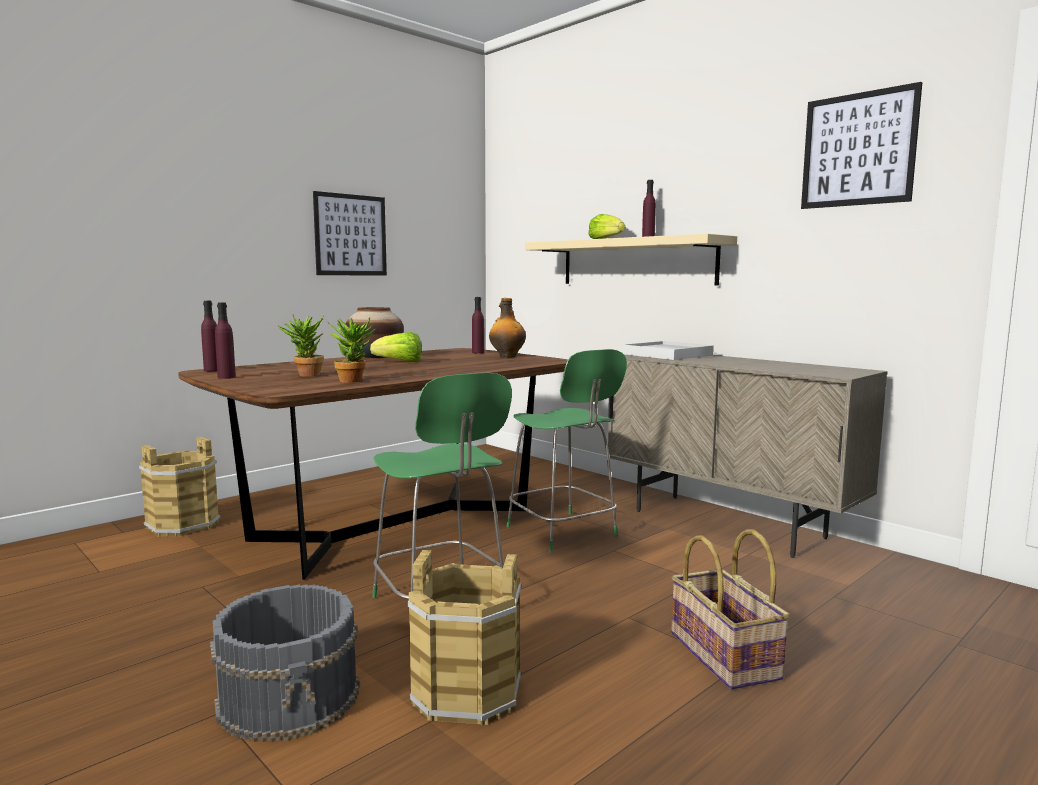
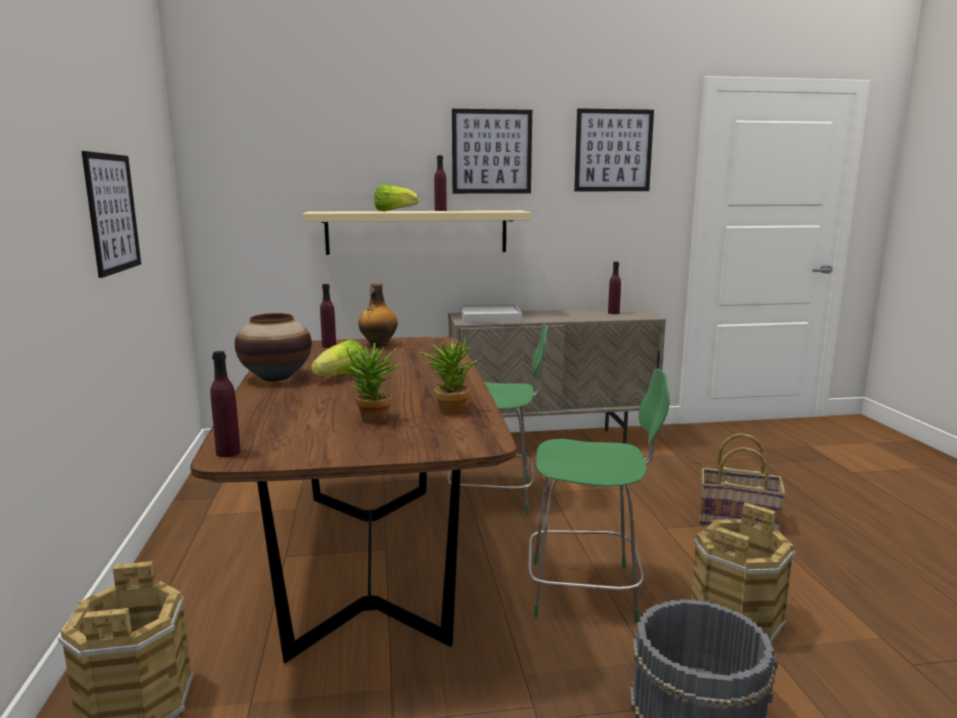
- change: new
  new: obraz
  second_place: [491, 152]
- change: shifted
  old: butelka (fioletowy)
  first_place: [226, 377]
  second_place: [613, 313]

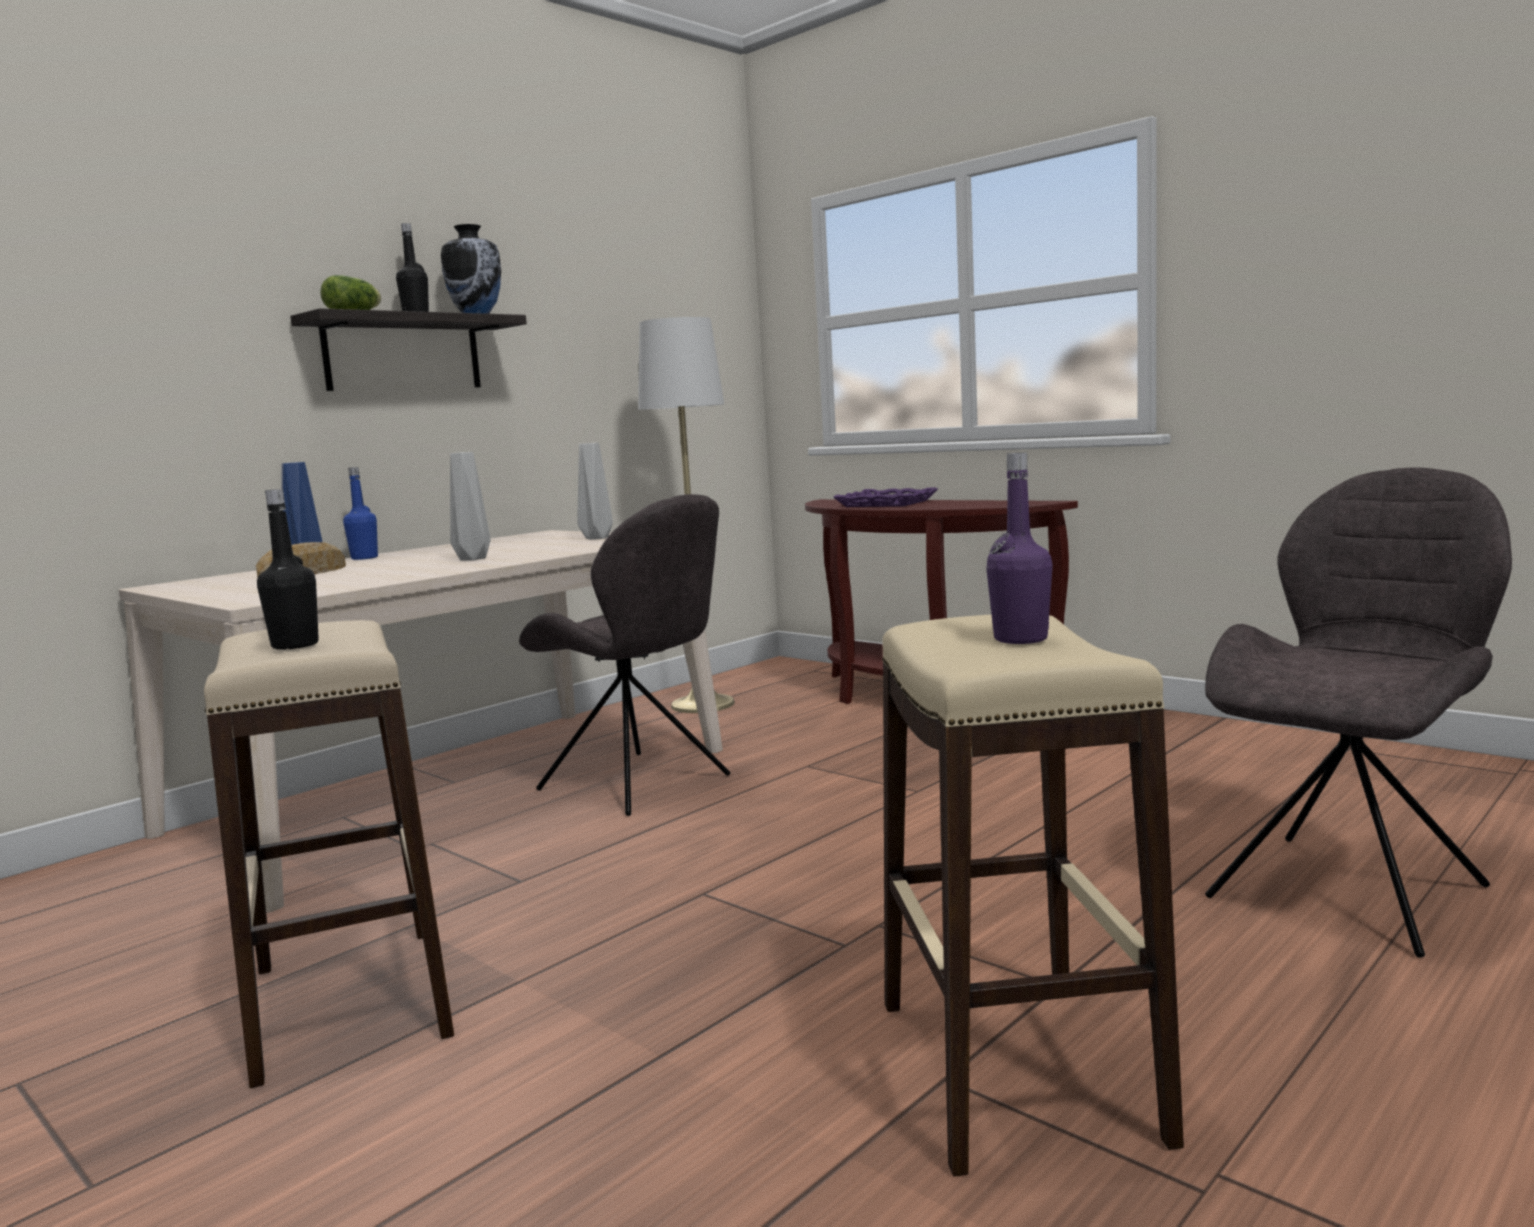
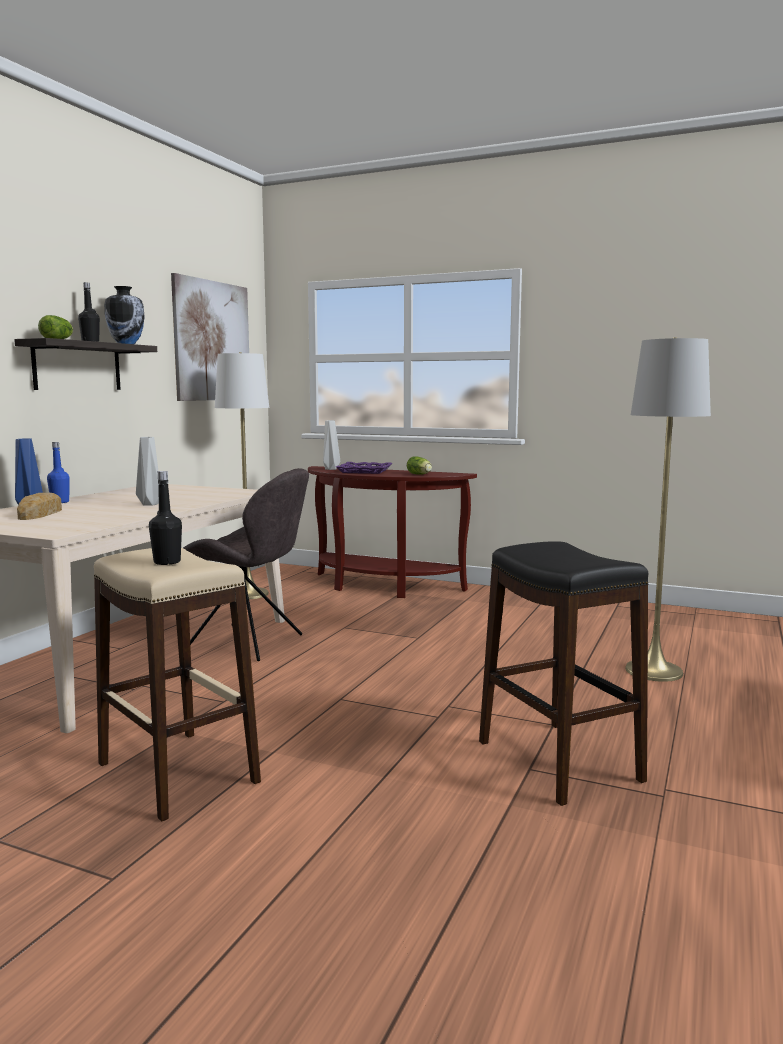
- change: new
  new: obraz
  second_place: [212, 341]
- change: shifted
  old: wazon (szary)
  first_place: [598, 538]
  second_place: [331, 469]
- change: new
  new: sałata
  second_place: [420, 474]
- change: repainted
  old: stołek (beżowy)
  new: stołek (czarny)
  first_place: [1017, 1069]
  second_place: [559, 761]
- change: swapped
  old: krzesło (szary)
  new: lampa stojąca (szary)
  first_place: [1351, 889]
  second_place: [654, 671]
- change: gone
  old: butelka (fioletowy)
  first_place: [1020, 639]

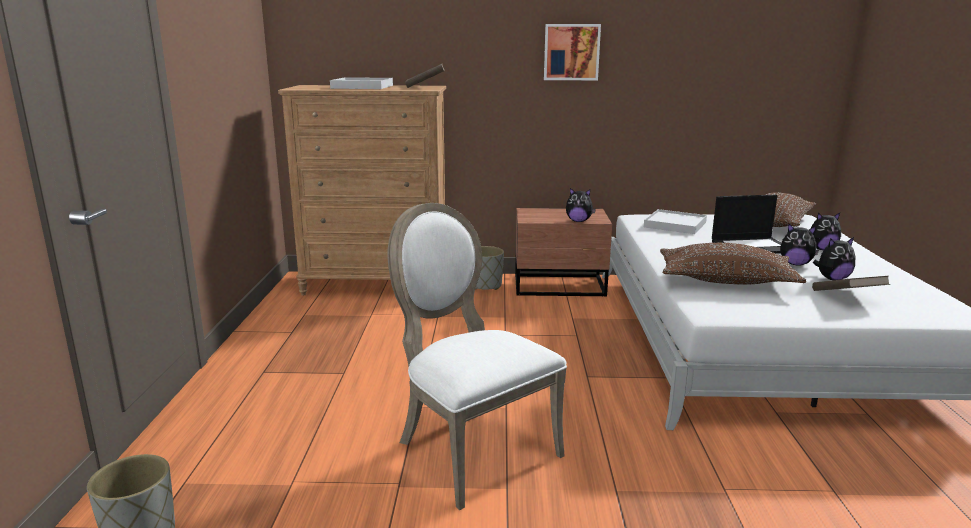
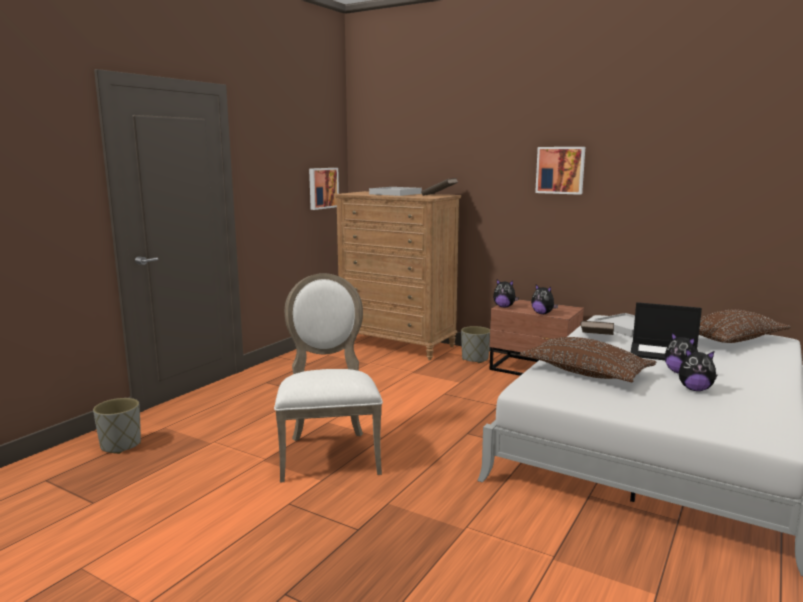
- change: new
  new: obraz
  second_place: [322, 188]
- change: shifted
  old: pluszak
  first_place: [821, 249]
  second_place: [504, 307]
- change: shifted
  old: książka (brązowy)
  first_place: [847, 297]
  second_place: [596, 338]

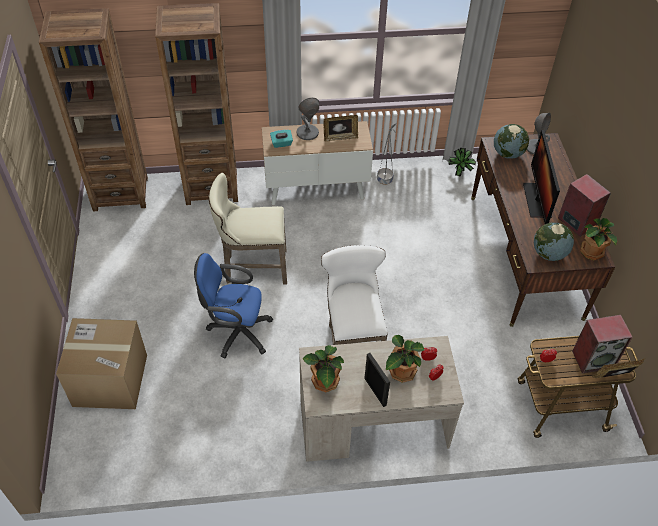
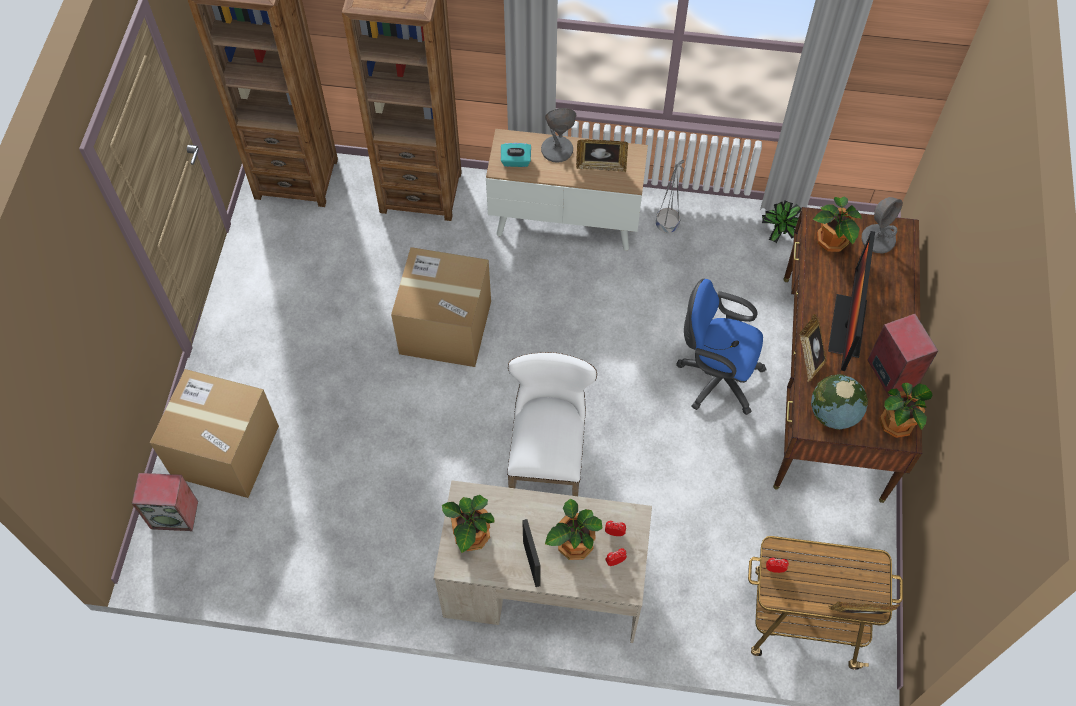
- change: shifted
  old: głośnik
  first_place: [593, 358]
  second_place: [175, 514]
- change: swapped
  old: stołek (beżowy)
  new: karton
  first_place: [252, 268]
  second_place: [445, 327]
- change: shifted
  old: krzesło biurowe (niebieski)
  first_place: [236, 332]
  second_place: [715, 377]
- change: new
  new: ramka na zdjęcie
  second_place: [809, 357]
- change: swapped
  old: globus
  new: roślina doniczkowa
  first_place: [507, 154]
  second_place: [831, 241]

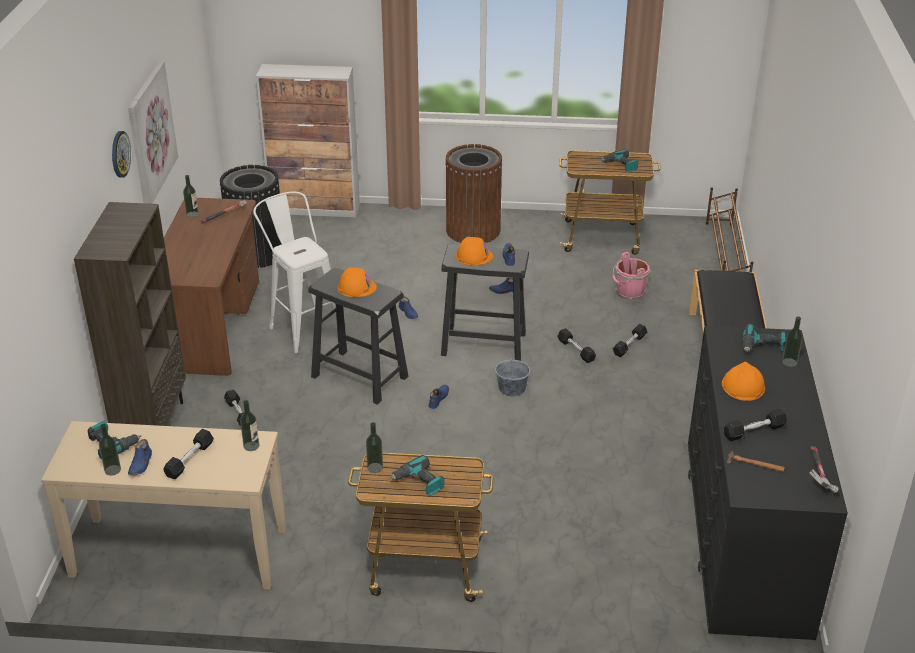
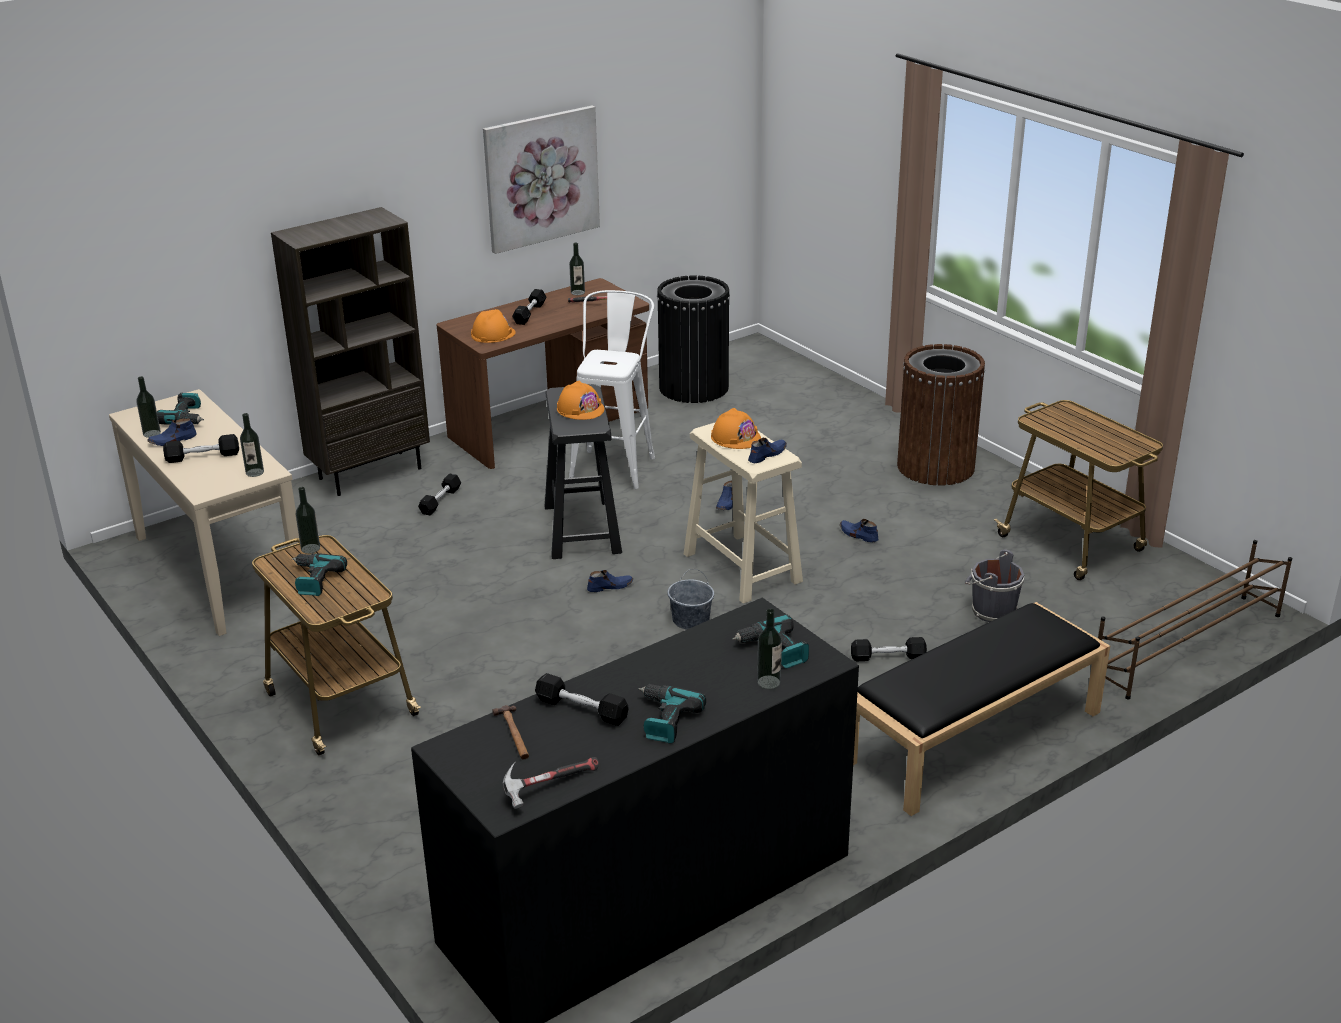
- change: shifted
  old: kask (pomarańczowy)
  first_place: [743, 386]
  second_place: [493, 334]
- change: shifted
  old: hantel (czarny)
  first_place: [576, 350]
  second_place: [529, 314]
- change: shifted
  old: wiertarka
  first_place: [620, 166]
  second_place: [664, 720]
- change: repainted
  old: stołek (czarny)
  new: stołek (beżowy)
  first_place: [483, 344]
  second_place: [742, 567]
- change: repainted
  old: wiadro (różowy)
  new: wiadro (szary)
  first_place: [629, 293]
  second_place: [991, 611]
- change: gone
  old: zegar ścienny
  first_place: [119, 154]
- change: gone
  old: szafka
  first_place: [315, 208]

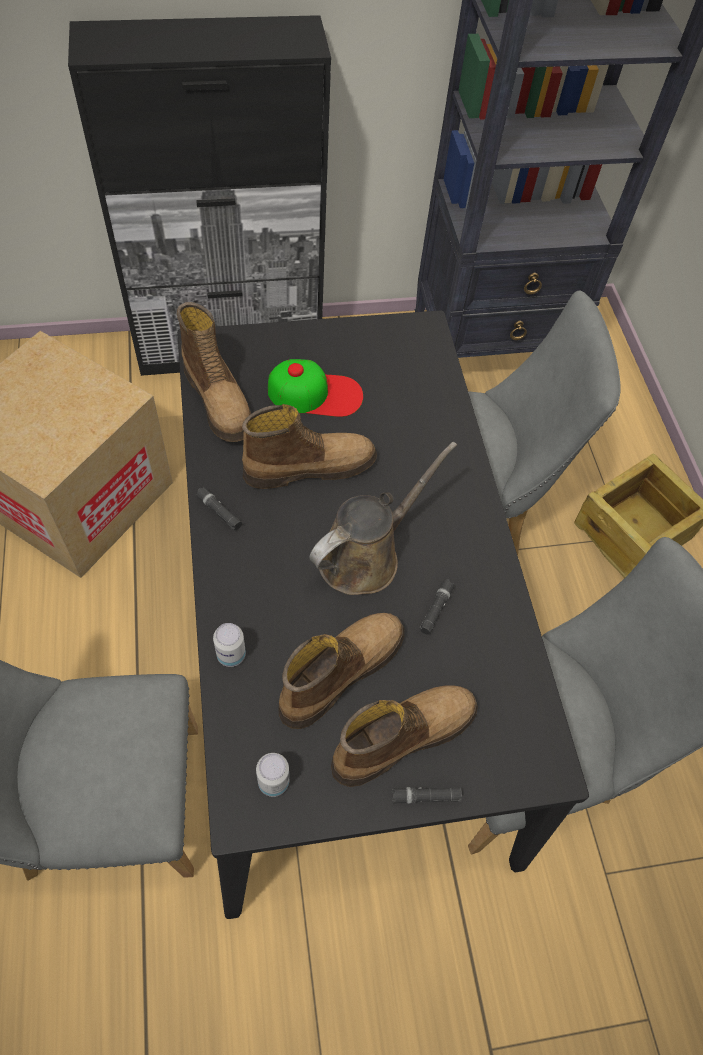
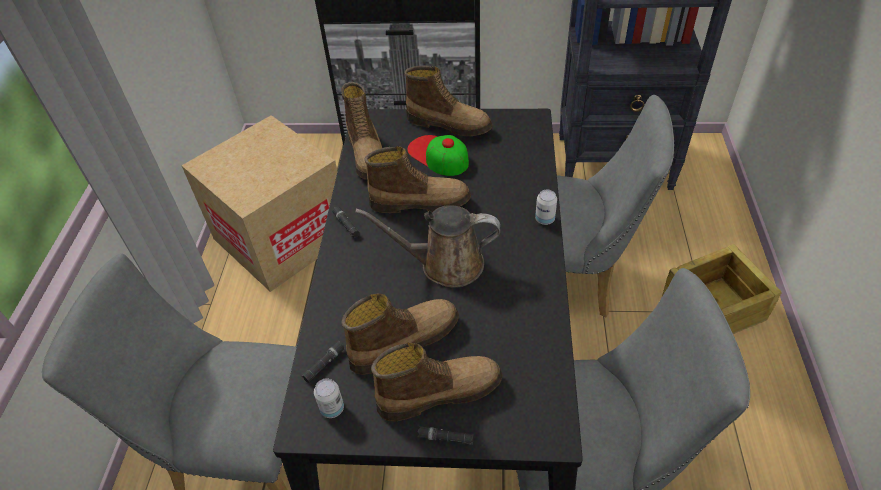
- change: shifted
  old: latarka (czarny)
  first_place: [436, 609]
  second_place: [324, 364]
- change: rotated
  old: konewka (brązowy)
  first_place: [365, 555]
  second_place: [445, 264]
  degrees: -150
- change: new
  new: but z cholewką
  second_place: [449, 124]
- change: rotated
  old: czapka z daszkiem
  first_place: [315, 393]
  second_place: [438, 155]
  degrees: -150
- change: shifted
  old: puszka
  first_place: [231, 655]
  second_place: [544, 219]

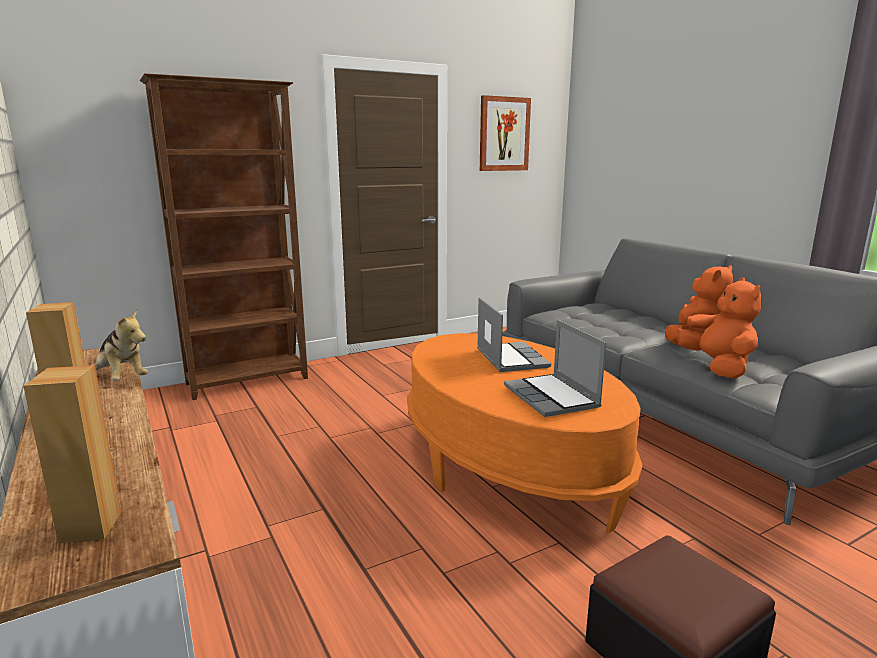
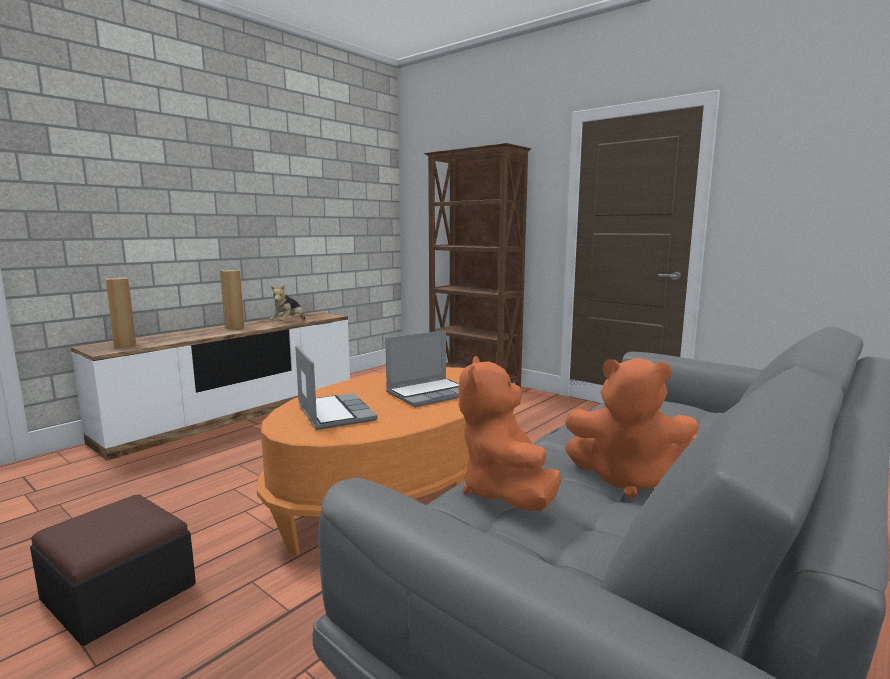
- change: rotated
  old: laptop
  first_place: [552, 397]
  second_place: [334, 413]
  degrees: 105
- change: rotated
  old: pluszak (pomarańczowy)
  first_place: [717, 367]
  second_place: [506, 493]
  degrees: 120
- change: gone
  old: obraz
  first_place: [504, 134]

